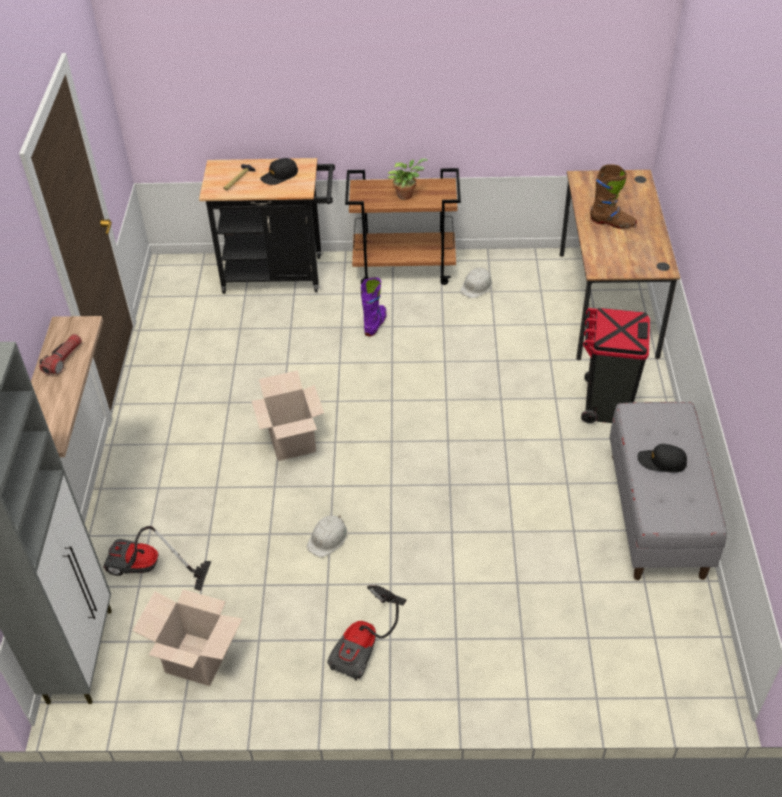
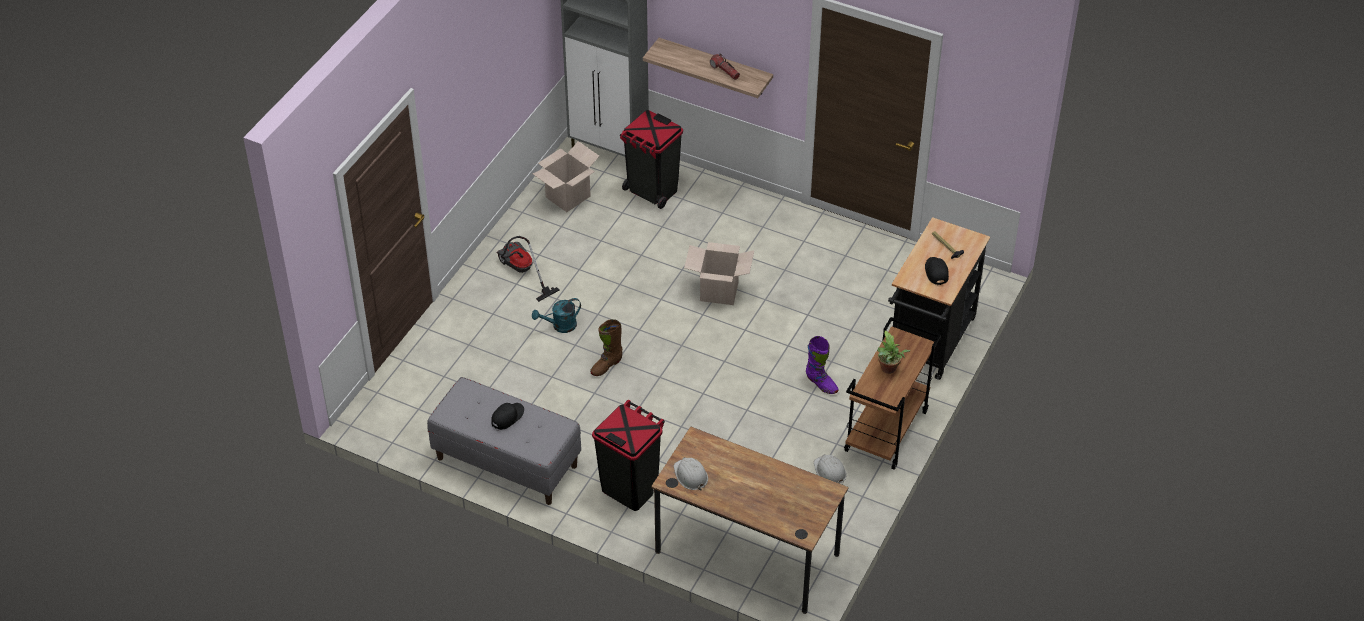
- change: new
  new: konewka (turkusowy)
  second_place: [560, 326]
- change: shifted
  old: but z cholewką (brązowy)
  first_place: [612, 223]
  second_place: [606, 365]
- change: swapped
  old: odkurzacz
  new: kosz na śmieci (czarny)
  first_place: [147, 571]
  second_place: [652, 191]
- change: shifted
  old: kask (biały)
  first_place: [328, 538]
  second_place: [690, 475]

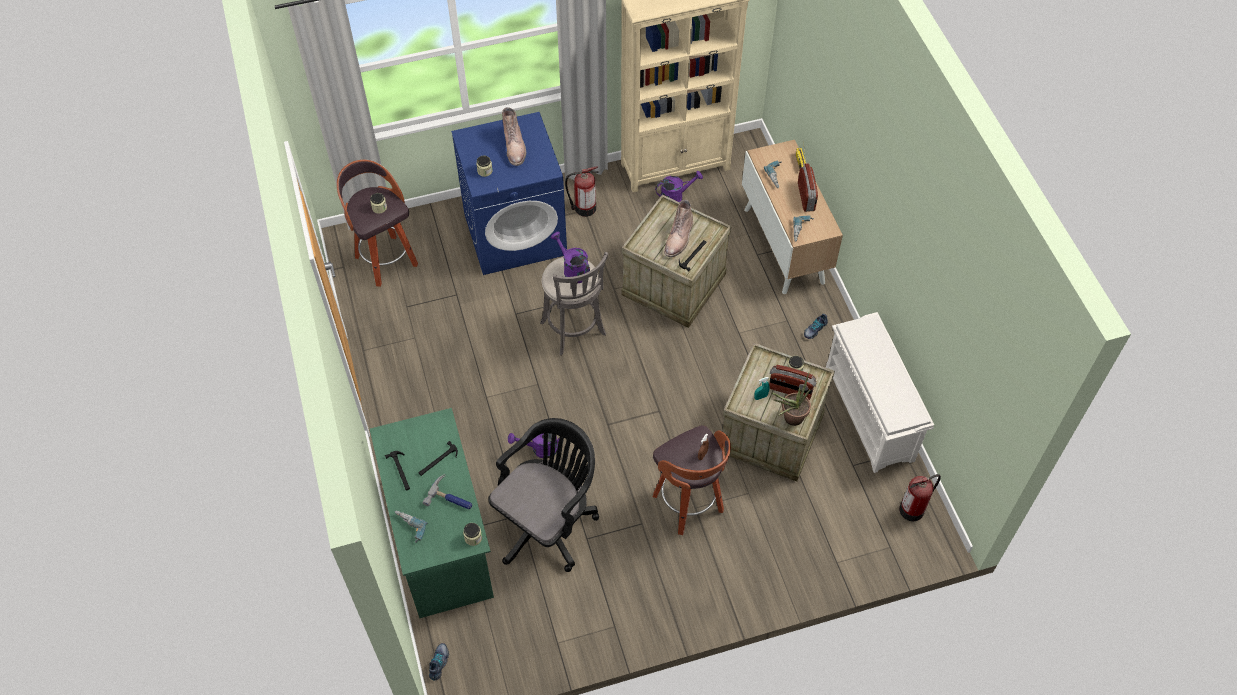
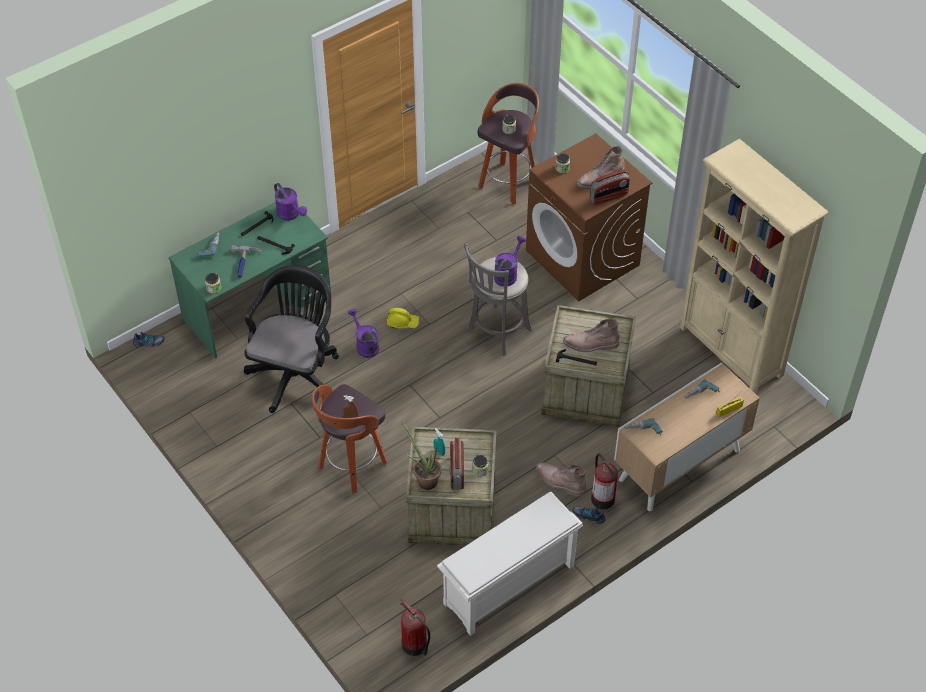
- change: rotated
  old: krzesło biurowe (czarny)
  first_place: [548, 522]
  second_place: [296, 372]
  degrees: -90
- change: shifted
  old: konewka (fioletowy)
  first_place: [675, 197]
  second_place: [291, 215]
- change: new
  new: kask (żółty)
  second_place: [402, 322]
- change: repainted
  old: pralka (niebieski)
  new: pralka (brązowy)
  first_place: [515, 233]
  second_place: [583, 258]
- change: new
  new: but z cholewką (brązowy)
  second_place: [559, 481]
- change: shifted
  old: radio
  first_place: [806, 197]
  second_place: [608, 197]
- change: shifted
  old: gaśnica
  first_place: [584, 208]
  second_place: [602, 497]

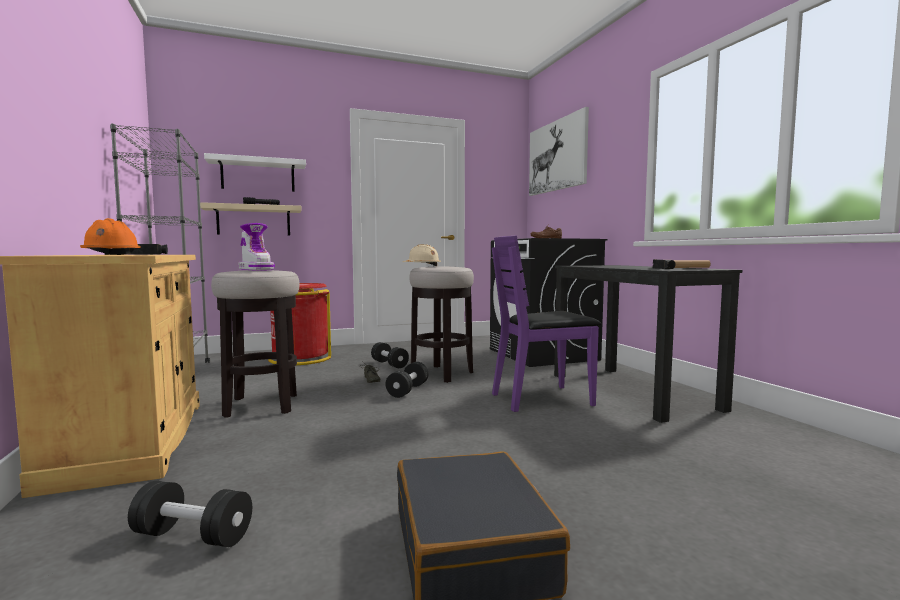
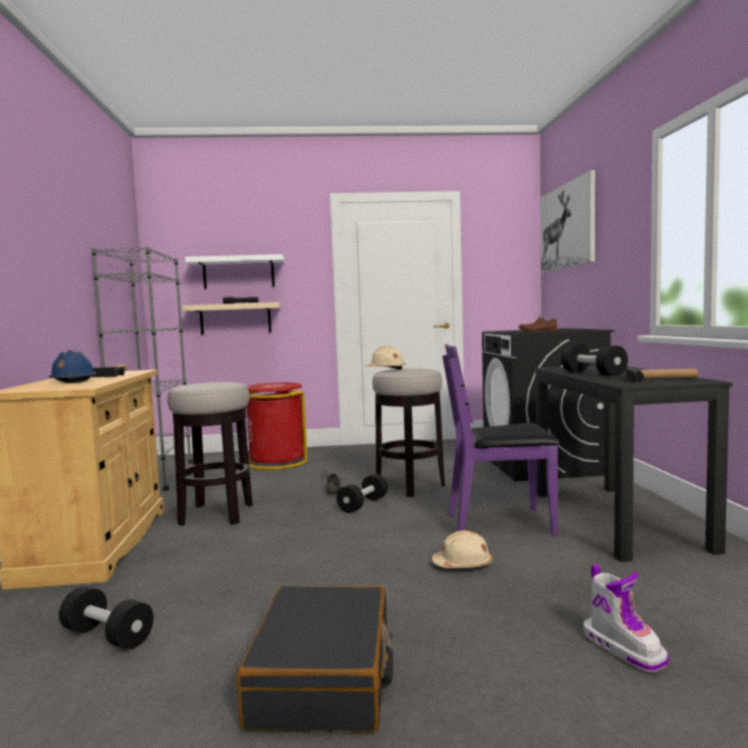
- change: repainted
  old: kask (pomarańczowy)
  new: kask (niebieski)
  first_place: [110, 254]
  second_place: [72, 381]
- change: new
  new: kask (beżowy)
  second_place: [463, 564]
- change: shifted
  old: hantel (czarny)
  first_place: [389, 364]
  second_place: [593, 373]
- change: shifted
  old: but z cholewką
  first_place: [257, 269]
  second_place: [623, 648]

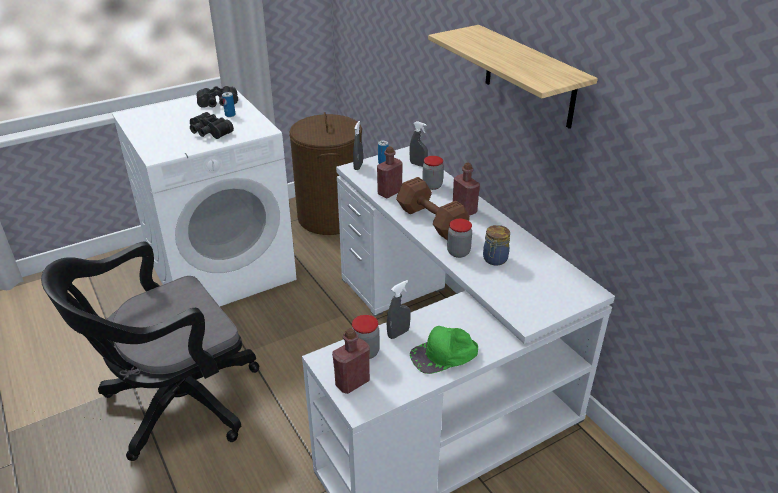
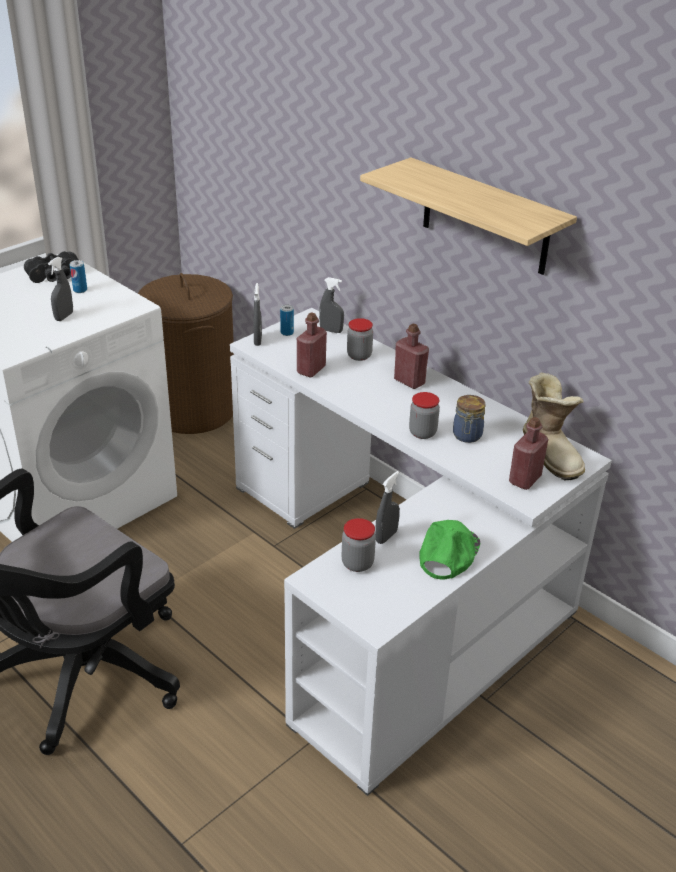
- change: swapped
  old: lornetka (czarny)
  new: spryskiwacz (szary)
  first_place: [208, 133]
  second_place: [64, 317]
- change: rotated
  old: czapka z daszkiem (zielony)
  first_place: [444, 355]
  second_place: [448, 553]
  degrees: 150
- change: shifted
  old: butelka (czerwony)
  first_place: [352, 382]
  second_place: [525, 479]
- change: new
  new: but z cholewką
  second_place: [552, 453]
- change: gone
  old: hantel (brązowy)
  first_place: [432, 222]

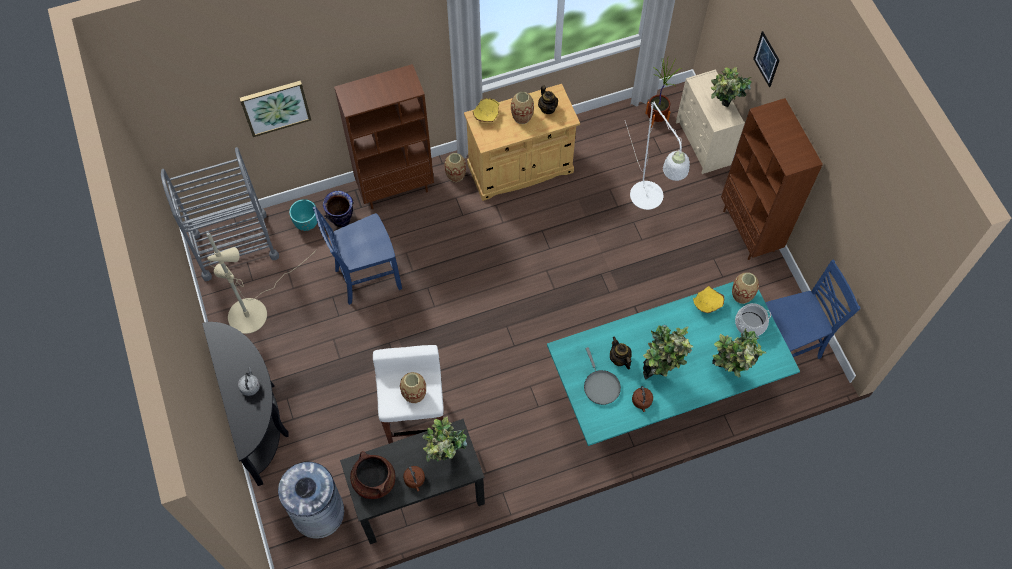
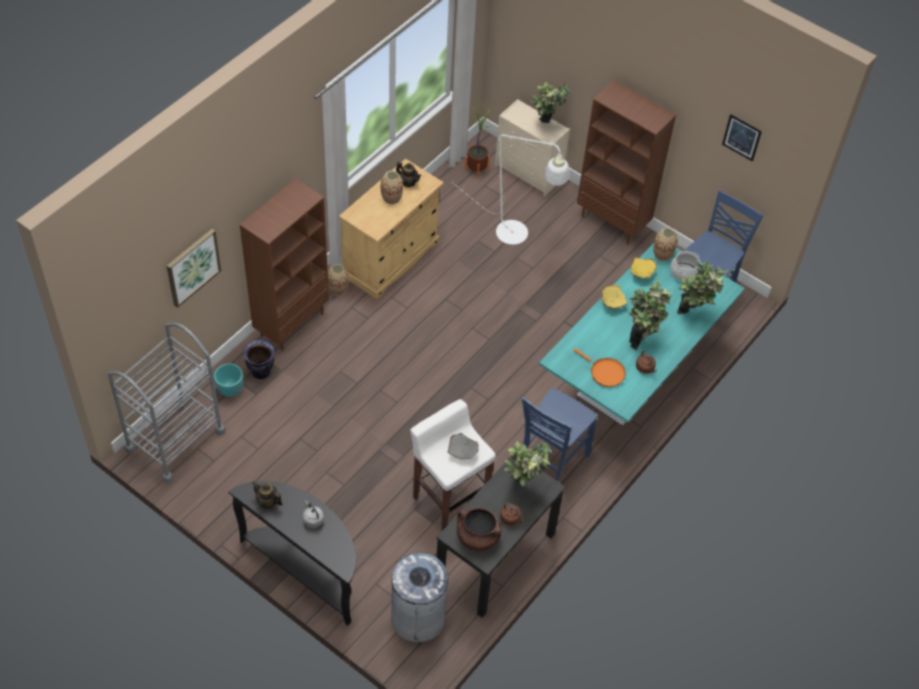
- change: shifted
  old: imbryk
  first_place: [619, 359]
  second_place: [267, 502]
- change: swapped
  old: wazon
  new: miska (szary)
  first_place: [414, 394]
  second_place: [462, 452]
- change: shifted
  old: krzesło (niebieski)
  first_place: [366, 278]
  second_place: [551, 462]
- change: repainted
  old: patelnia (szary)
  new: patelnia (pomarańczowy)
  first_place: [600, 385]
  second_place: [605, 372]
- change: shifted
  old: miska (żółty)
  first_place: [486, 115]
  second_place: [612, 303]
- change: shifted
  old: obraz
  first_place: [766, 59]
  second_place: [741, 137]
- change: gone
  old: lampa stojąca (beżowy)
  first_place: [254, 309]

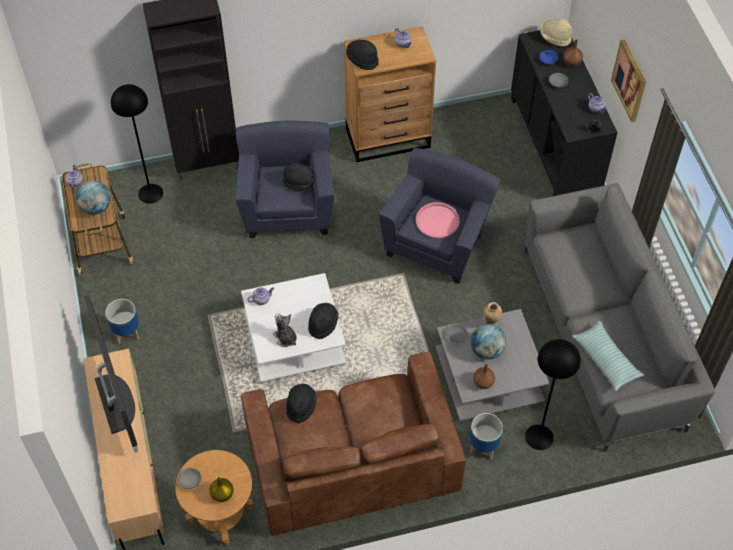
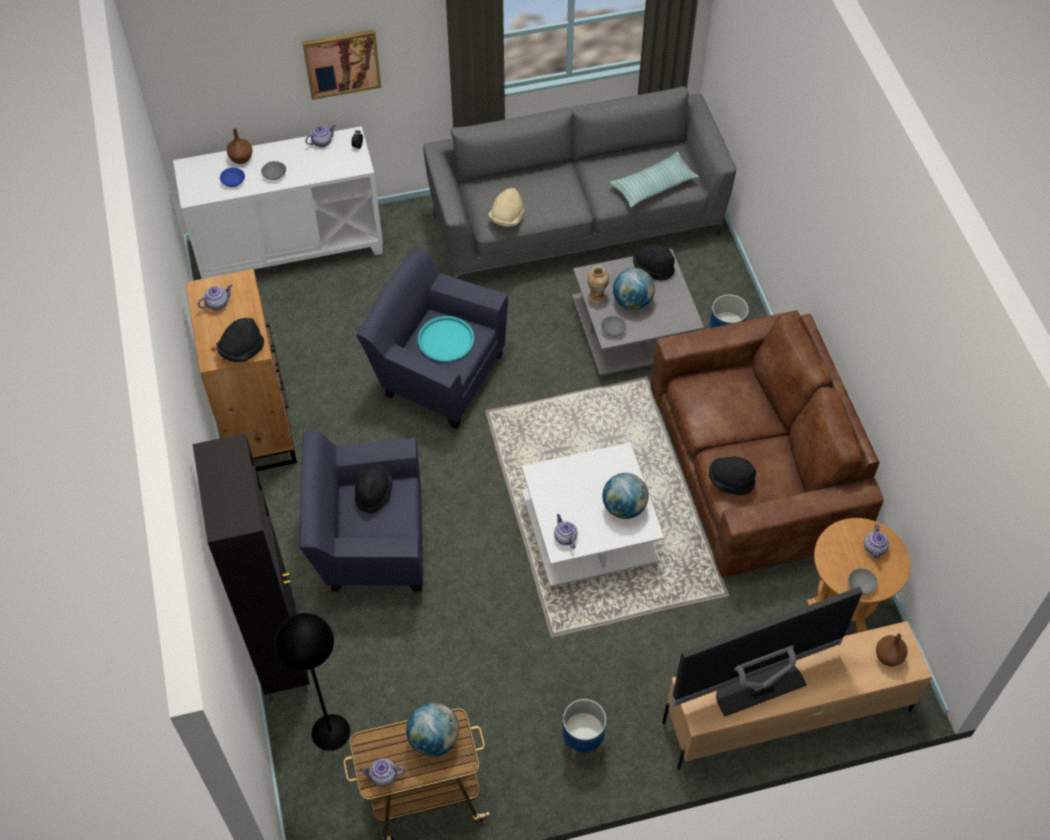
- change: repainted
  old: szafka (czarny)
  new: szafka (biały)
  first_place: [555, 144]
  second_place: [290, 247]
- change: repainted
  old: taca (różowy)
  new: taca (turkusowy)
  first_place: [437, 221]
  second_place: [446, 339]
- change: shifted
  old: kapelusz (beżowy)
  first_place: [555, 38]
  second_place: [507, 218]
- change: swapped
  old: pluszak
  new: globus
  first_place: [285, 338]
  second_place: [624, 507]
- change: shifted
  old: kapelusz (czarny)
  first_place: [322, 324]
  second_place: [653, 268]
- change: swapped
  old: wazon (żółty)
  new: imbryk
  first_place: [222, 495]
  second_place: [875, 548]
- change: shifted
  old: wazon (brązowy)
  first_place: [482, 382]
  second_place: [888, 657]
- change: gone
  old: lampa stojąca (czarny)
  first_place: [539, 437]

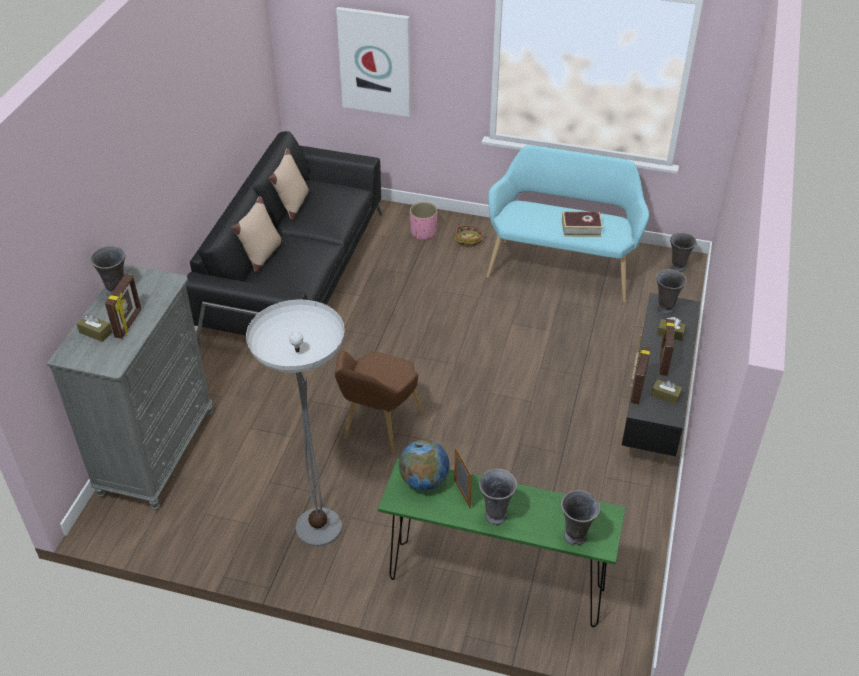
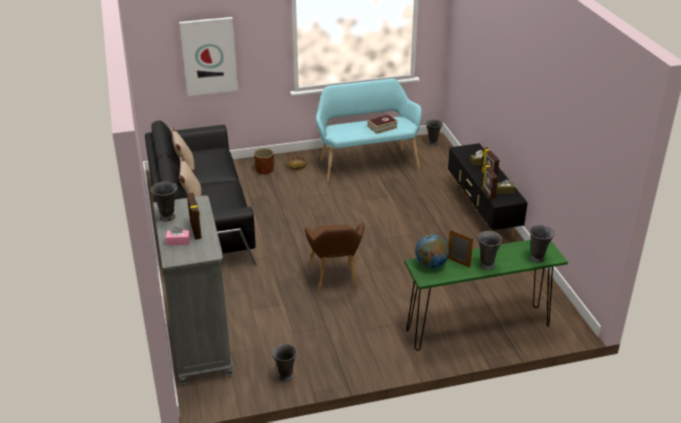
- change: repainted
  old: pudełko chusteczek (brązowy)
  new: pudełko chusteczek (różowy)
  first_place: [96, 332]
  second_place: [178, 241]
- change: repainted
  old: donica (różowy)
  new: donica (brązowy)
  first_place: [423, 233]
  second_place: [265, 170]
- change: shifted
  old: wazon (szary)
  first_place: [664, 309]
  second_place: [285, 377]
- change: gone
  old: lampa stojąca
  first_place: [318, 527]

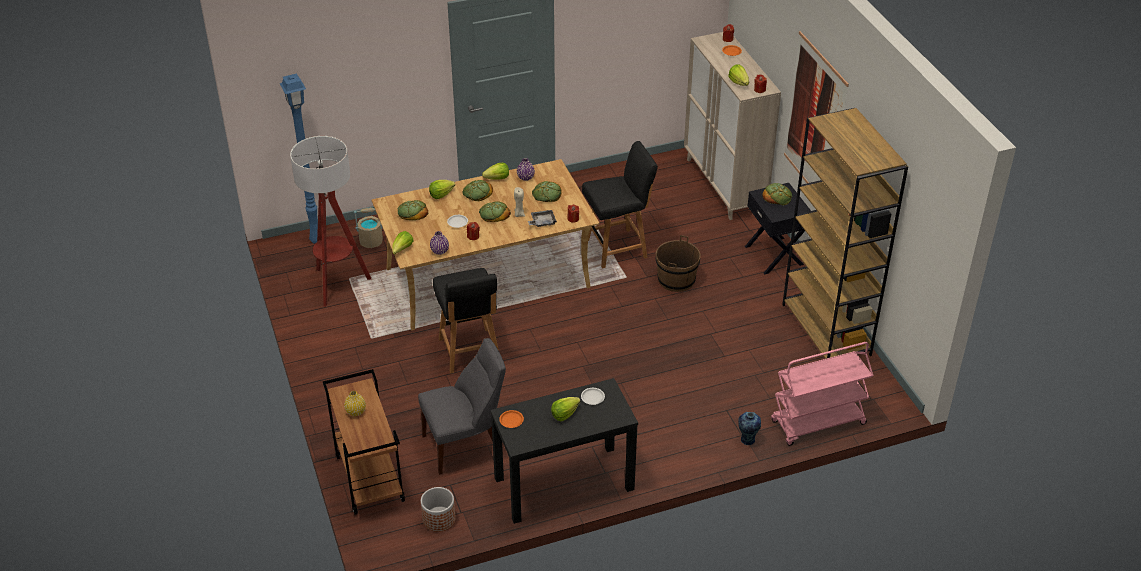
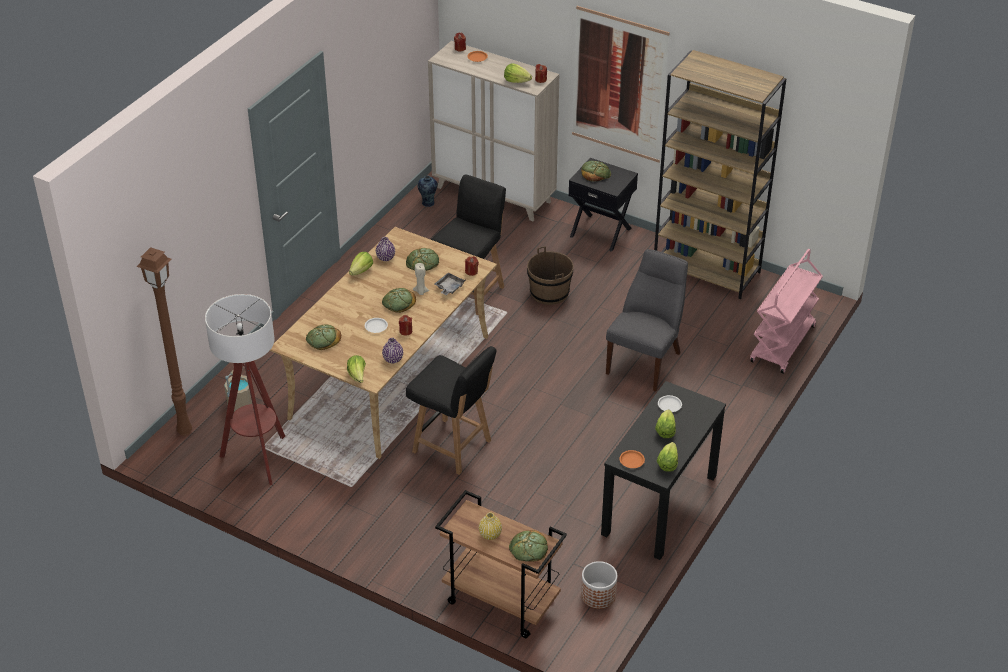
- change: repainted
  old: lampa stojąca (niebieski)
  new: lampa stojąca (brązowy)
  first_place: [315, 240]
  second_place: [183, 431]
- change: shifted
  old: wazon
  first_place: [747, 440]
  second_place: [428, 203]
- change: shifted
  old: chleb
  first_place: [477, 193]
  second_place: [529, 549]
- change: shifted
  old: krzesło (szary)
  first_place: [466, 444]
  second_place: [646, 361]
- change: shifted
  old: sałata
  first_place: [441, 194]
  second_place: [667, 463]

